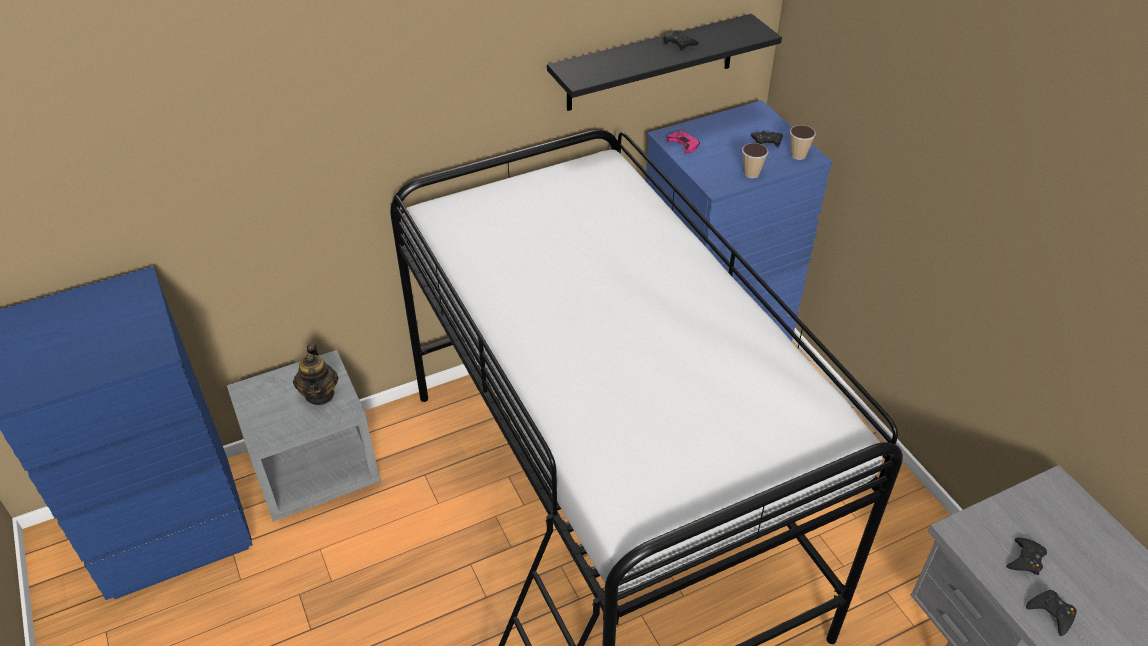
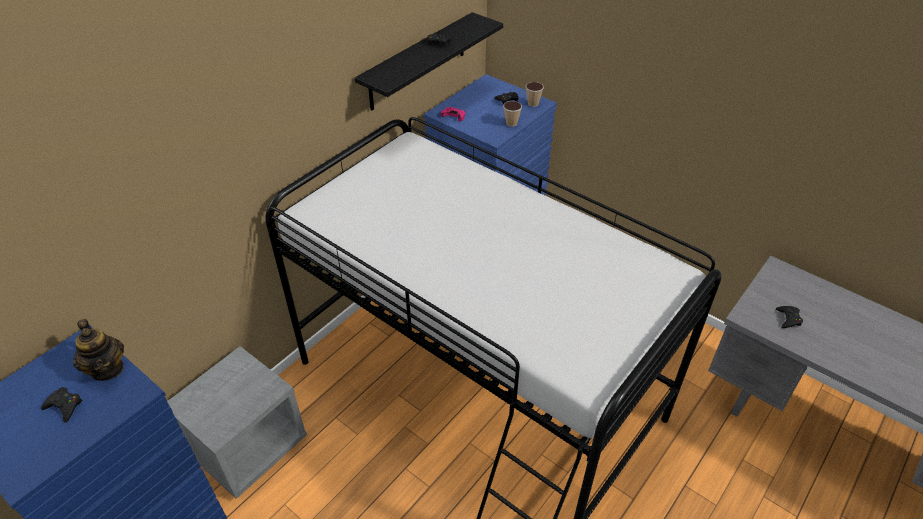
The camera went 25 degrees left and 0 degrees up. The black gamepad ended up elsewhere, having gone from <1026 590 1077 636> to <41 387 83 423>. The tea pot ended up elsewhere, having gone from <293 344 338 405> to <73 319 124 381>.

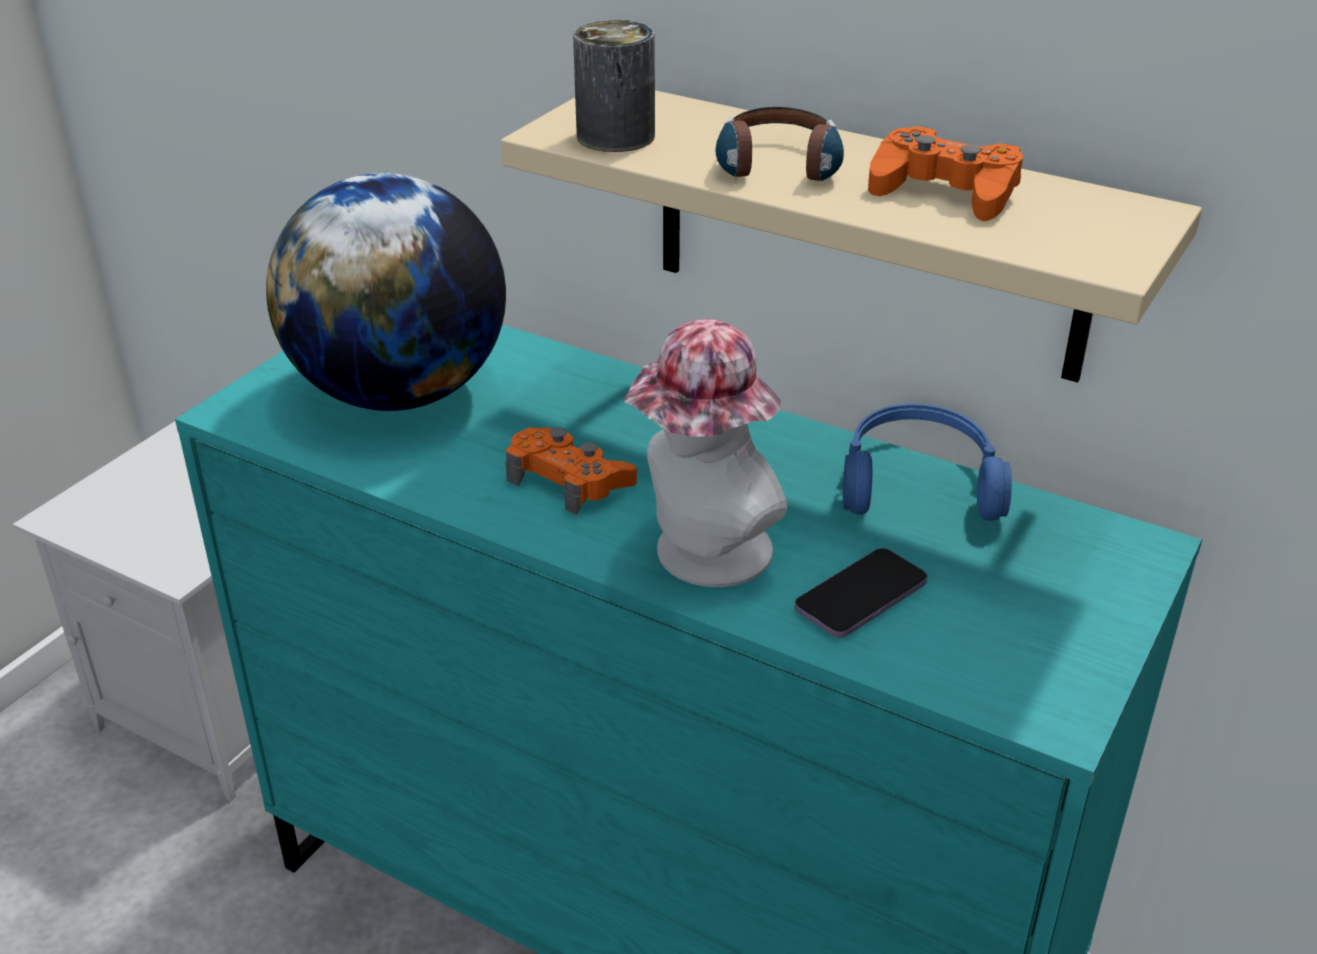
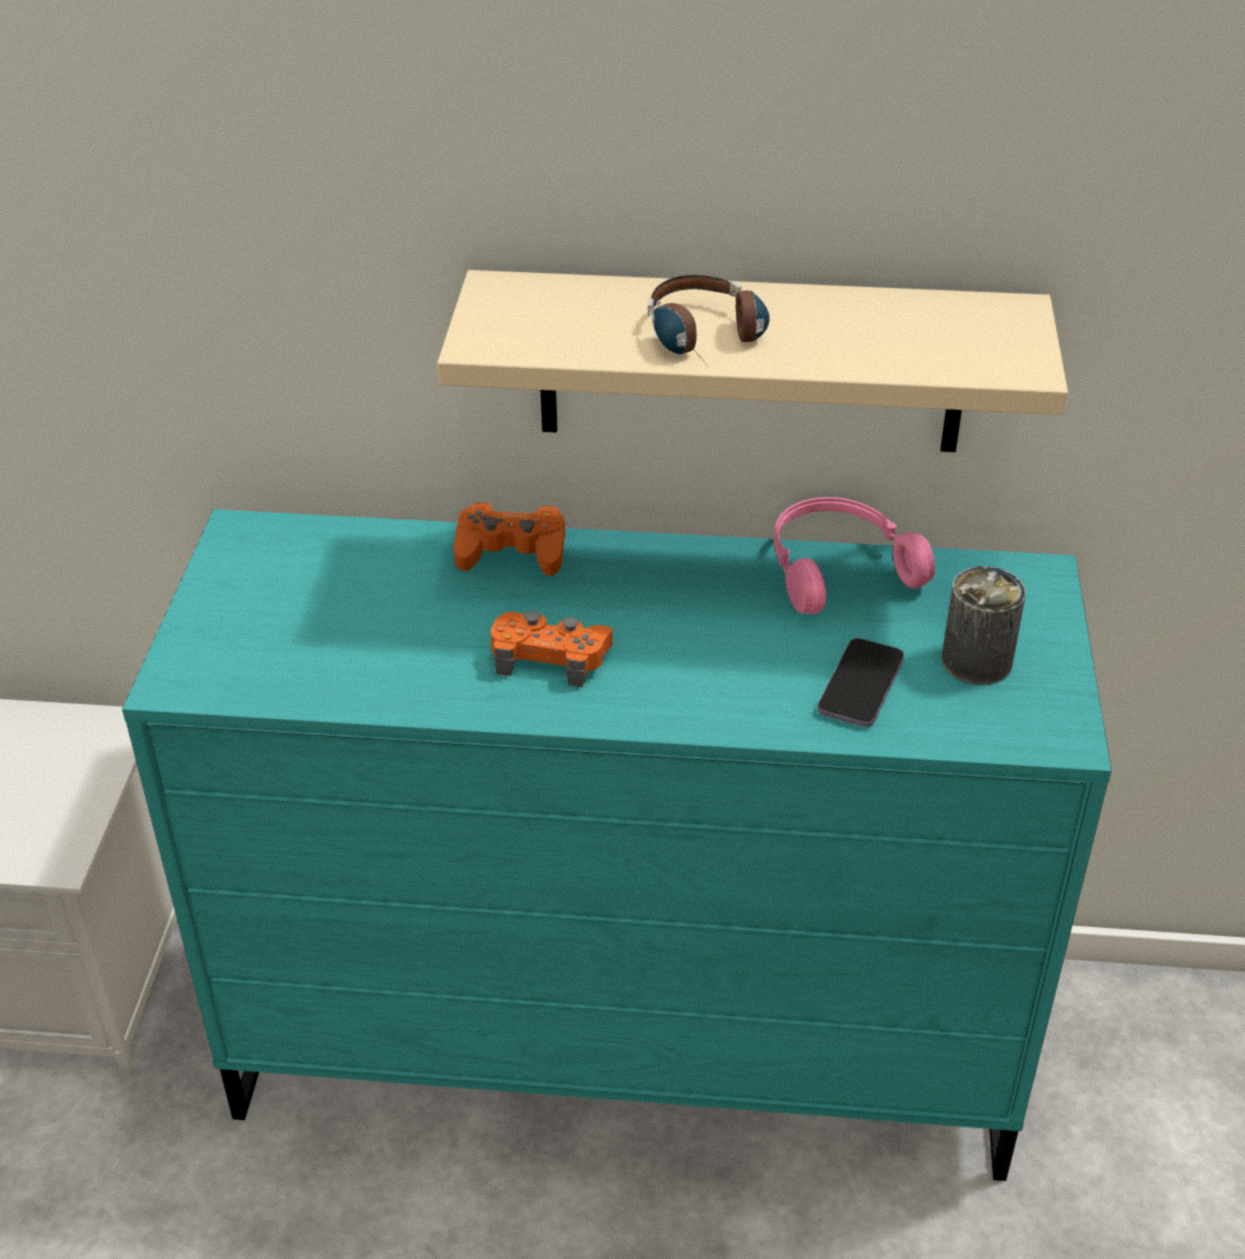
The camera went 25 degrees left and 5 degrees up. The orange-coloured gamepad ended up elsewhere, having gone from <868 126 1023 221> to <454 502 566 576>. What was the bluish pair of headphones at <843 404 1012 521> turned into the pink pair of headphones at <774 497 935 615>. The can ended up elsewhere, having gone from <573 20 655 152> to <941 566 1026 685>. The second view lost the globe at <266 173 506 411>. The second view lost the wearable hat at <624 319 788 587>.

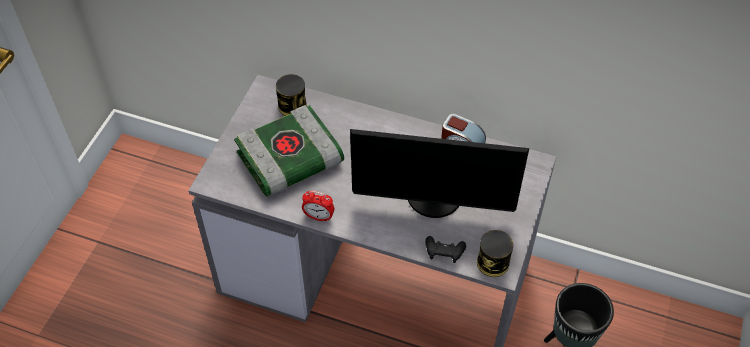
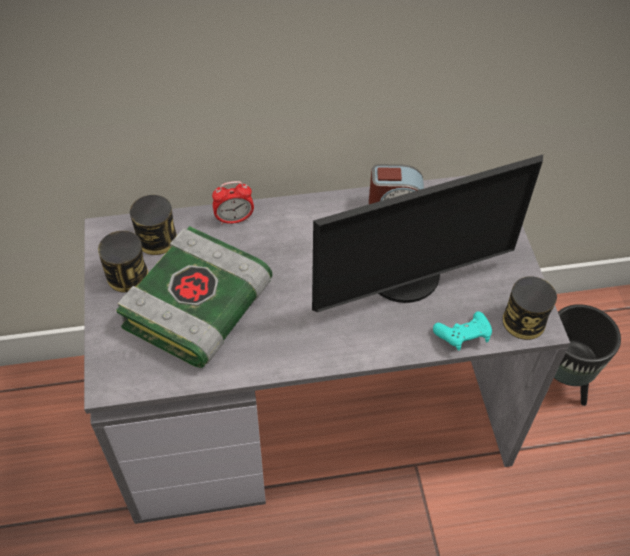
The camera went 30 degrees left and 0 degrees up. The second view gained the can at <98 231 149 292>. The table clock ended up elsewhere, having gone from <302 191 334 222> to <212 181 254 225>. What was the black gamepad at <425 236 466 263> turned into the blue-green gamepad at <433 311 492 351>.

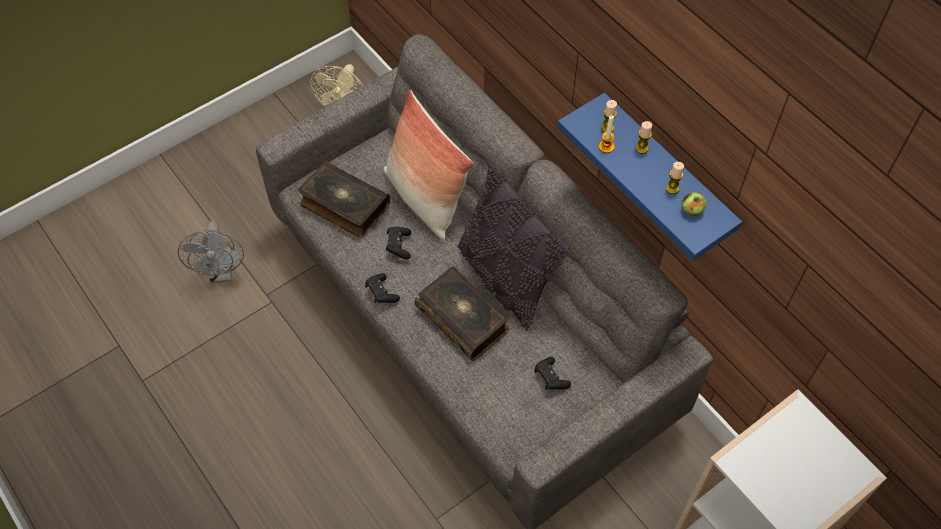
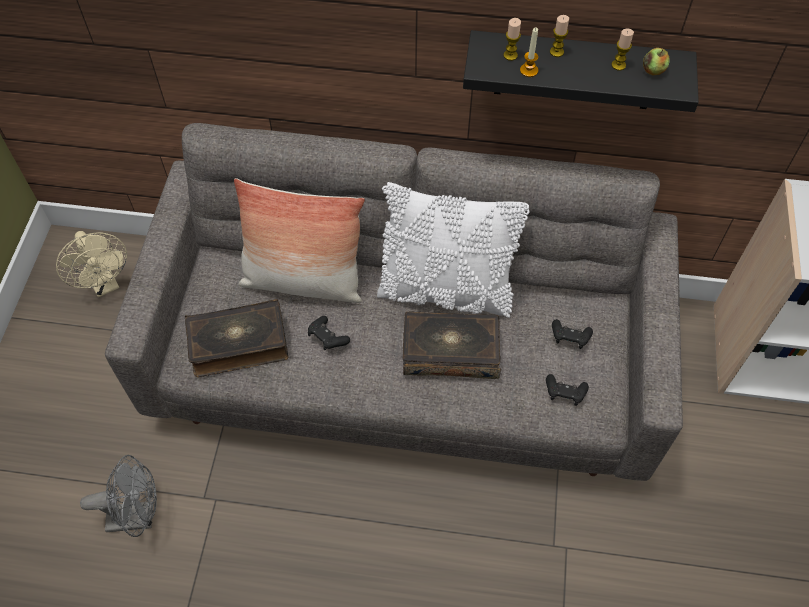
The camera went 45 degrees left and 0 degrees up. The gray cooling fan at <178 221 244 283> ended up facing another way, 45 degrees counterclockwise from before. What was the black throw pillow at <458 163 569 331> turned into the whitish throw pillow at <377 182 530 318>. What was the bluish wall shelf at <557 93 742 261> turned into the black wall shelf at <463 30 699 112>. The black gamepad ended up elsewhere, having gone from <365 273 400 303> to <546 374 589 406>.

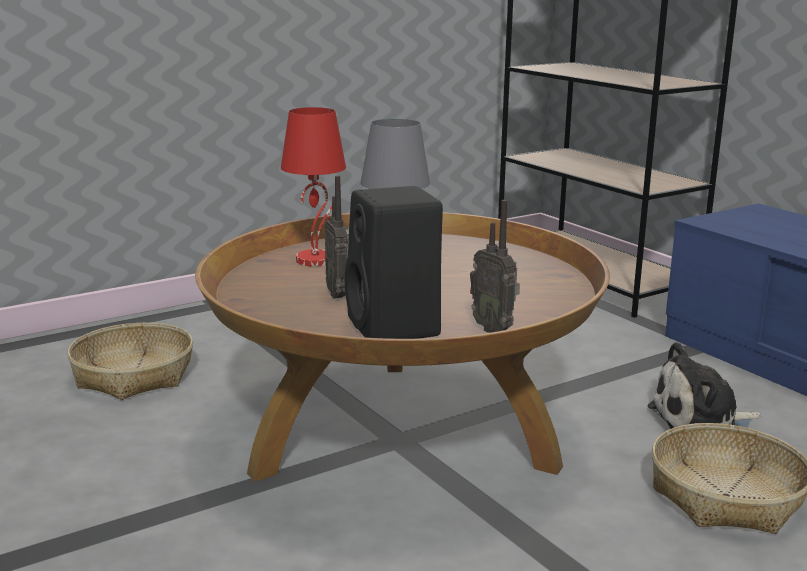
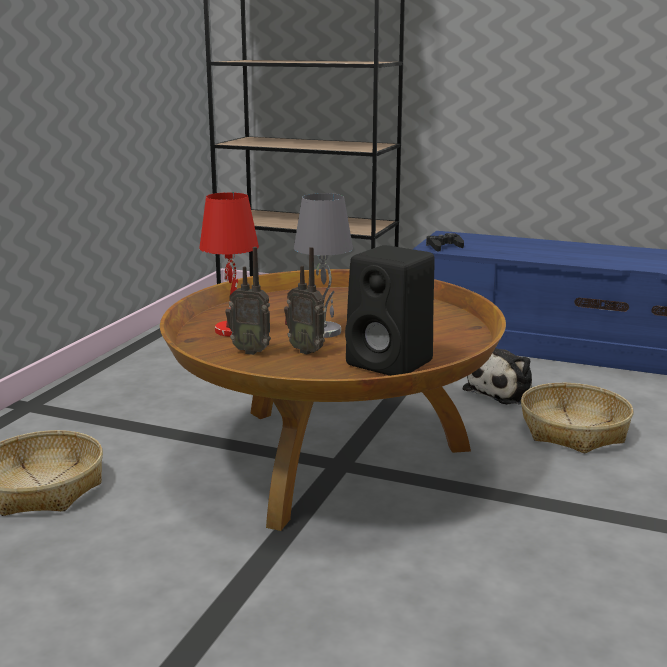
The camera went 35 degrees left and 0 degrees up. The radio receiver ended up elsewhere, having gone from <470 200 520 333> to <225 247 271 355>. The second view gained the black gamepad at <426 233 464 252>.

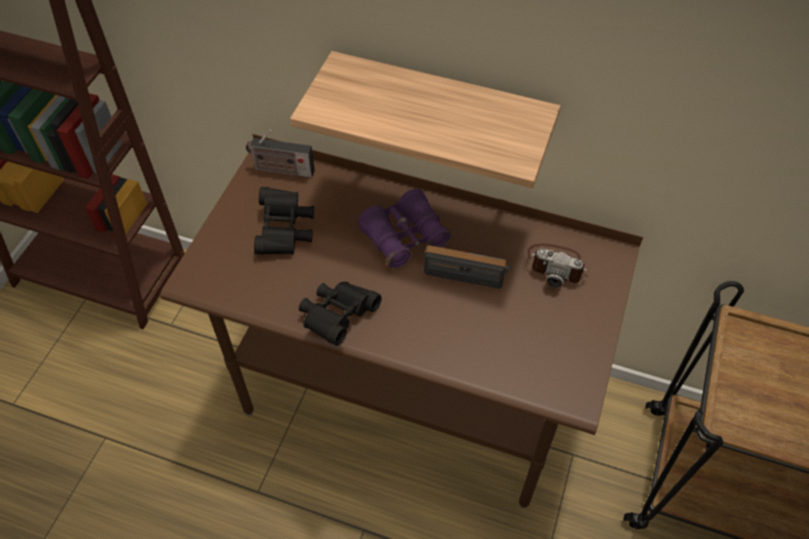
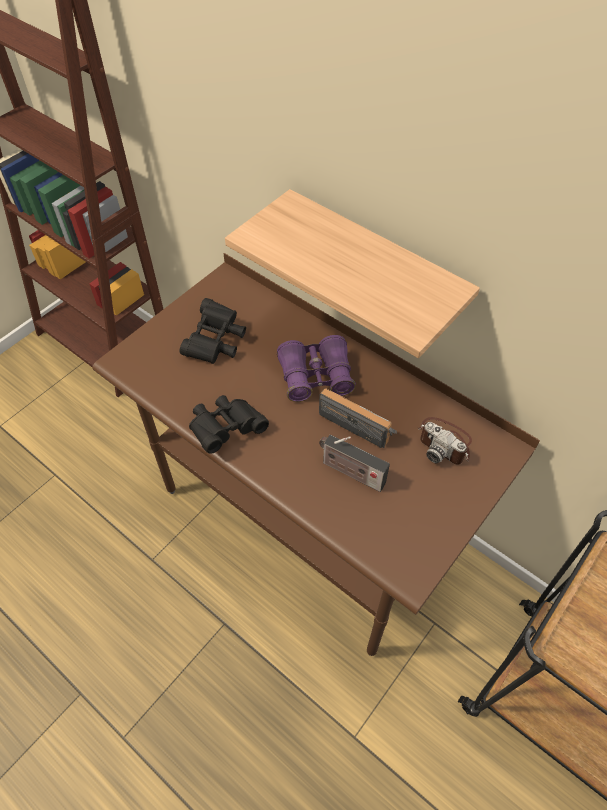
The camera went 20 degrees right and 0 degrees up. The radio receiver ended up elsewhere, having gone from <246 130 315 178> to <319 435 390 492>.

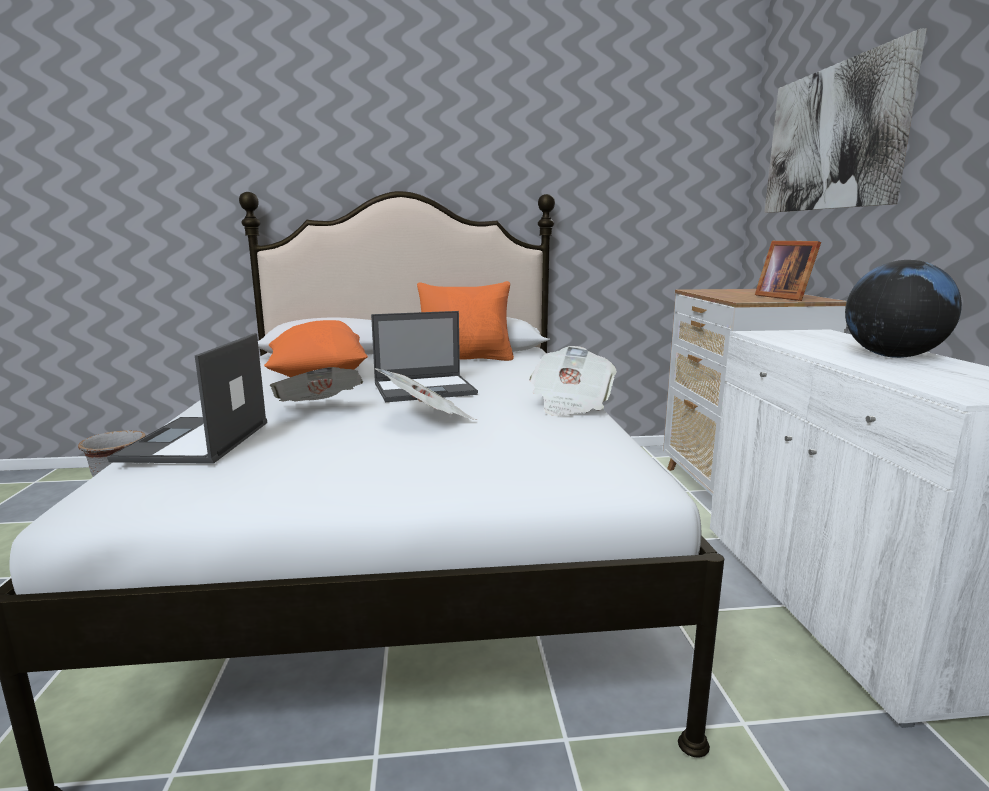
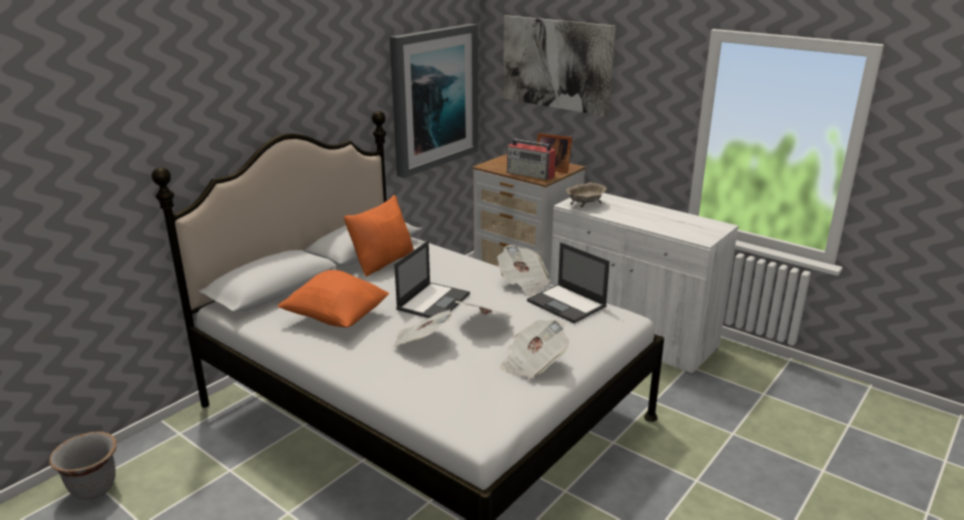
The camera went 45 degrees left and 10 degrees up. The second view gained the wall picture at <390 24 478 178>. The second view gained the newspaper at <500 320 569 379>. The second view gained the radio receiver at <507 139 556 180>. The portable computer ended up elsewhere, having gone from <107 333 267 464> to <527 242 610 323>. The second view gained the sand-coloured deep dish at <566 182 607 208>. The second view lost the globe at <845 260 962 358>.

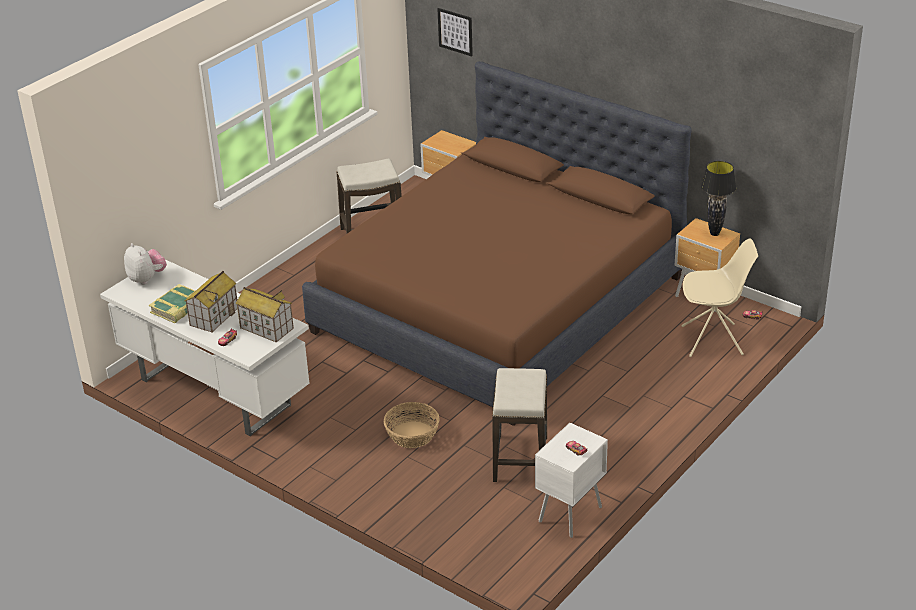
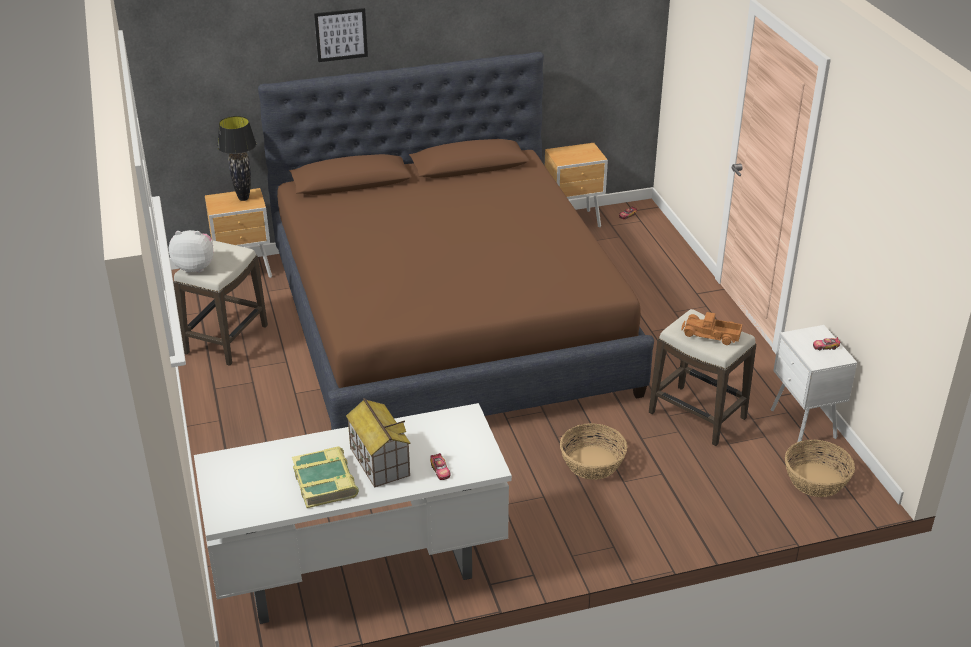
The camera went 55 degrees left and 0 degrees up. The plush toy ended up elsewhere, having gone from <124 243 167 285> to <169 230 213 273>. The black tabletop lamp ended up elsewhere, having gone from <701 161 736 236> to <217 116 256 201>. The wall picture ended up elsewhere, having gone from <437 8 473 56> to <314 8 368 62>. The second view gained the model truck at <681 312 742 345>. The second view gained the basket at <785 440 855 497>. The second view lost the model house at <235 287 294 343>. The second view lost the sand-coloured chair at <682 239 758 357>.

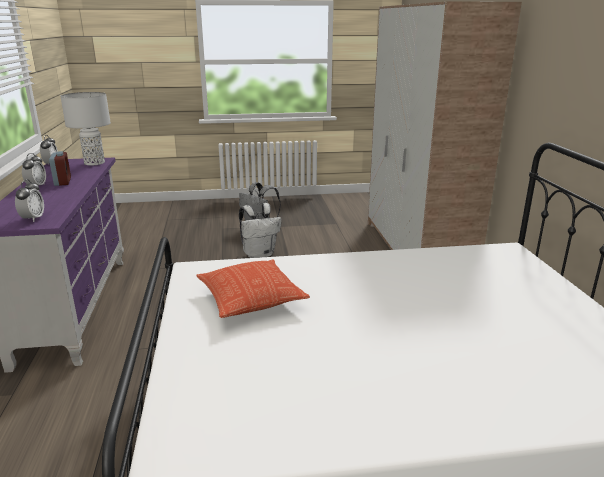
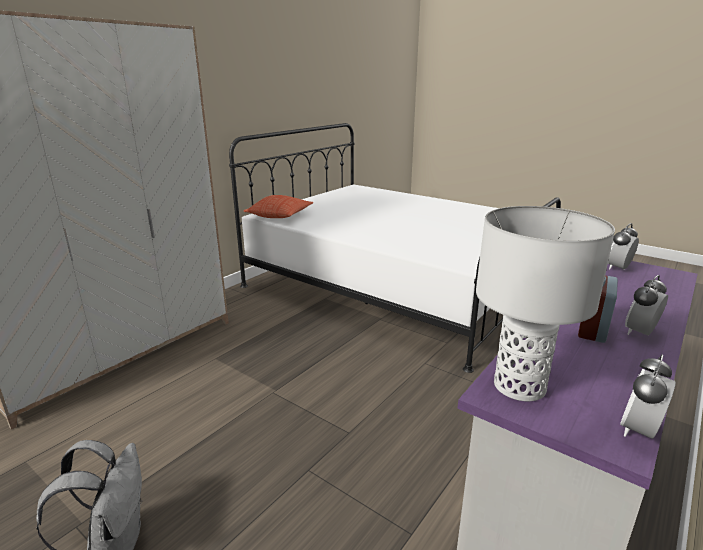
The camera went 135 degrees left and 0 degrees up. The orange-coloured throw pillow ended up elsewhere, having gone from <196 259 310 318> to <244 195 313 218>. The second view lost the whitish knapsack at <239 203 281 258>.

